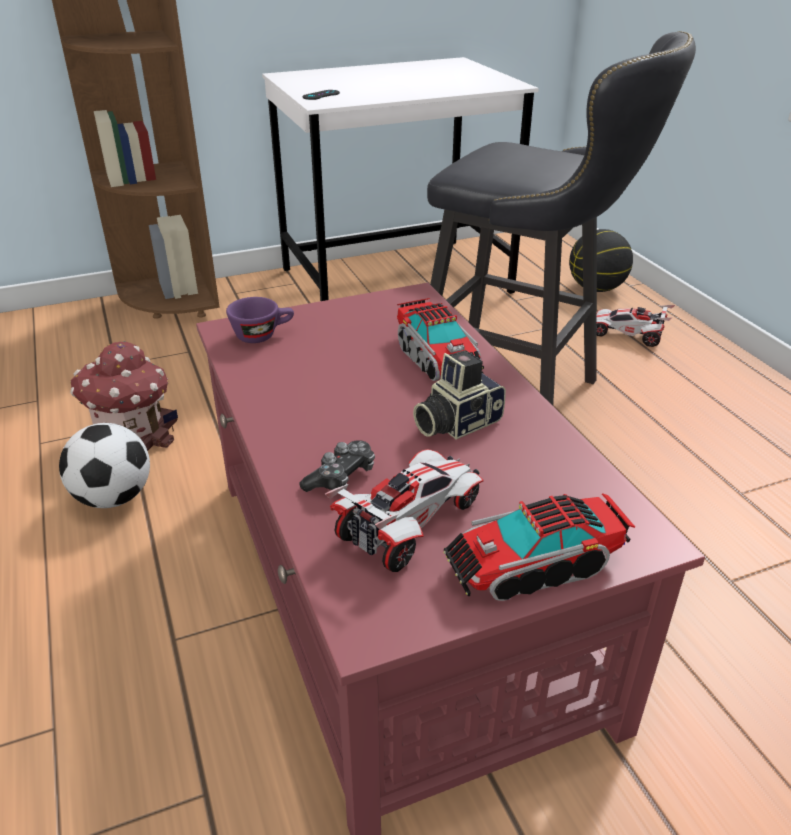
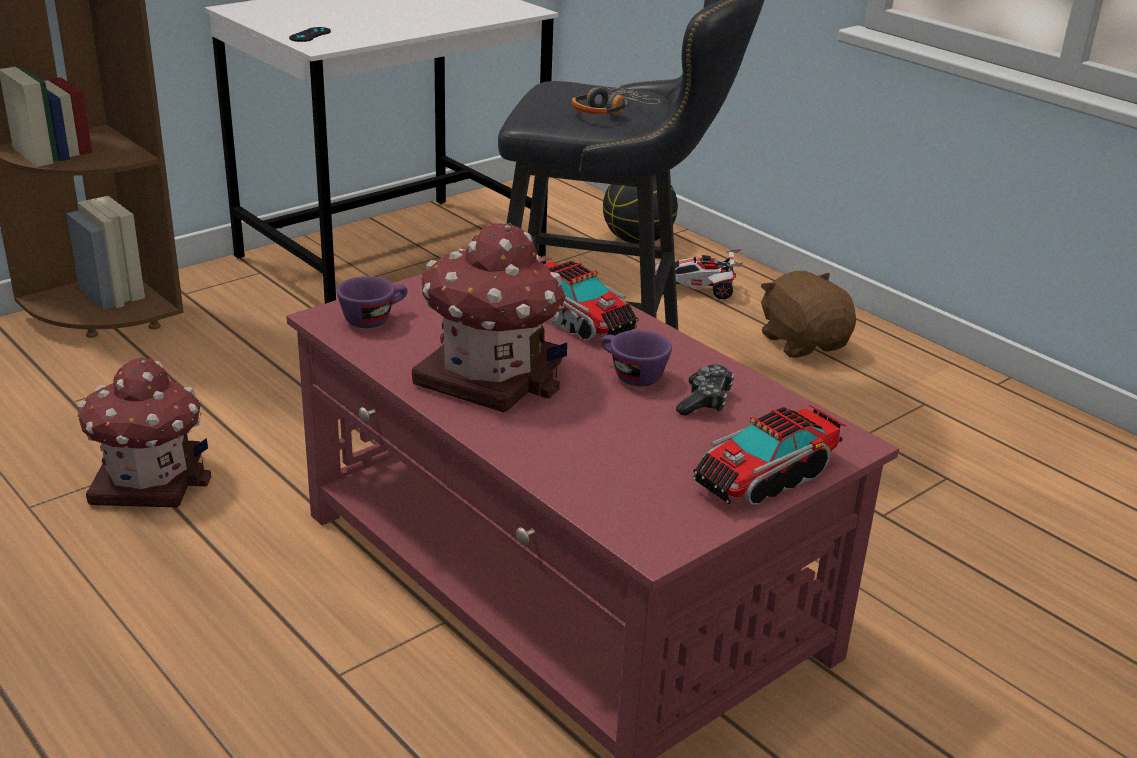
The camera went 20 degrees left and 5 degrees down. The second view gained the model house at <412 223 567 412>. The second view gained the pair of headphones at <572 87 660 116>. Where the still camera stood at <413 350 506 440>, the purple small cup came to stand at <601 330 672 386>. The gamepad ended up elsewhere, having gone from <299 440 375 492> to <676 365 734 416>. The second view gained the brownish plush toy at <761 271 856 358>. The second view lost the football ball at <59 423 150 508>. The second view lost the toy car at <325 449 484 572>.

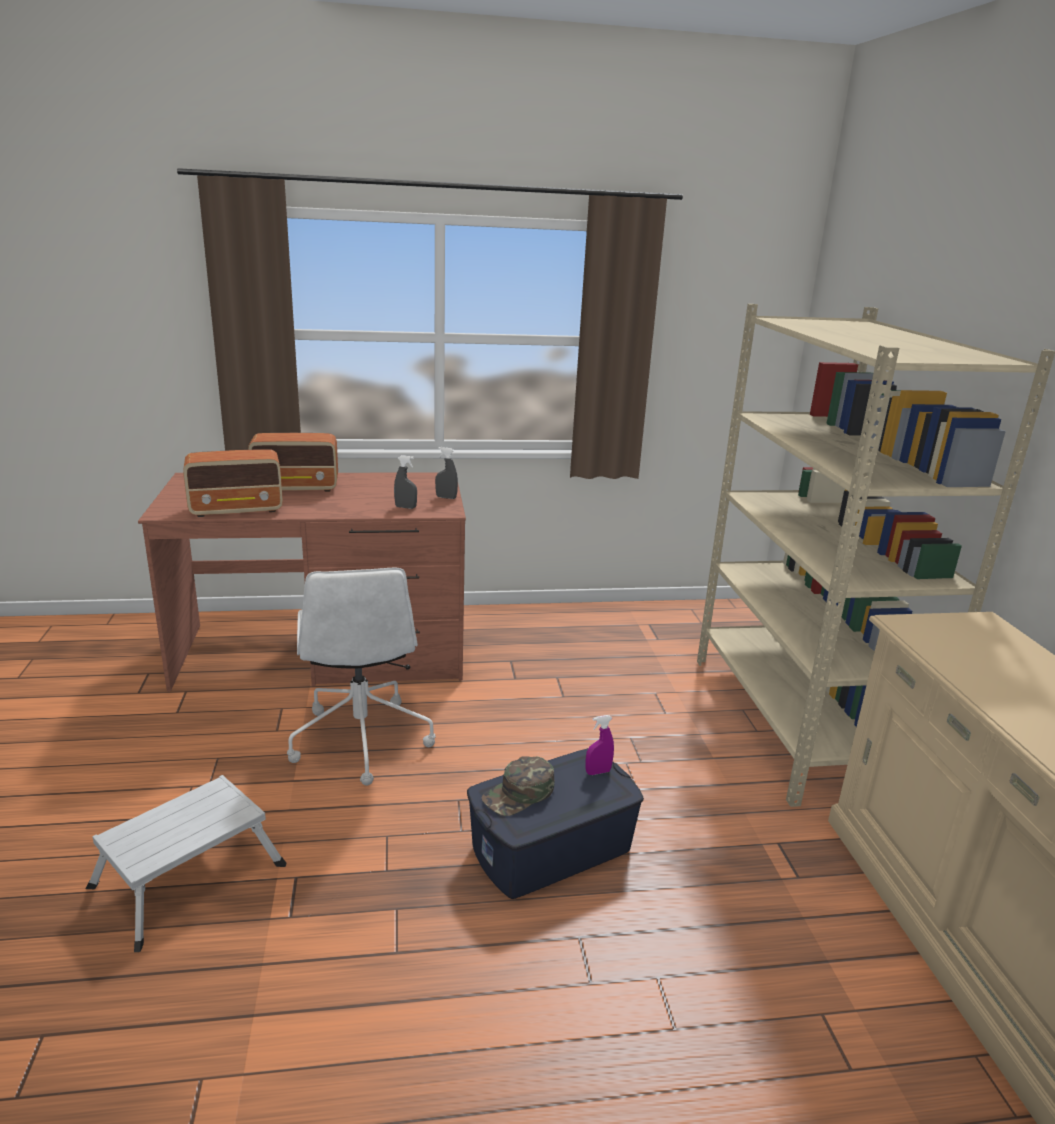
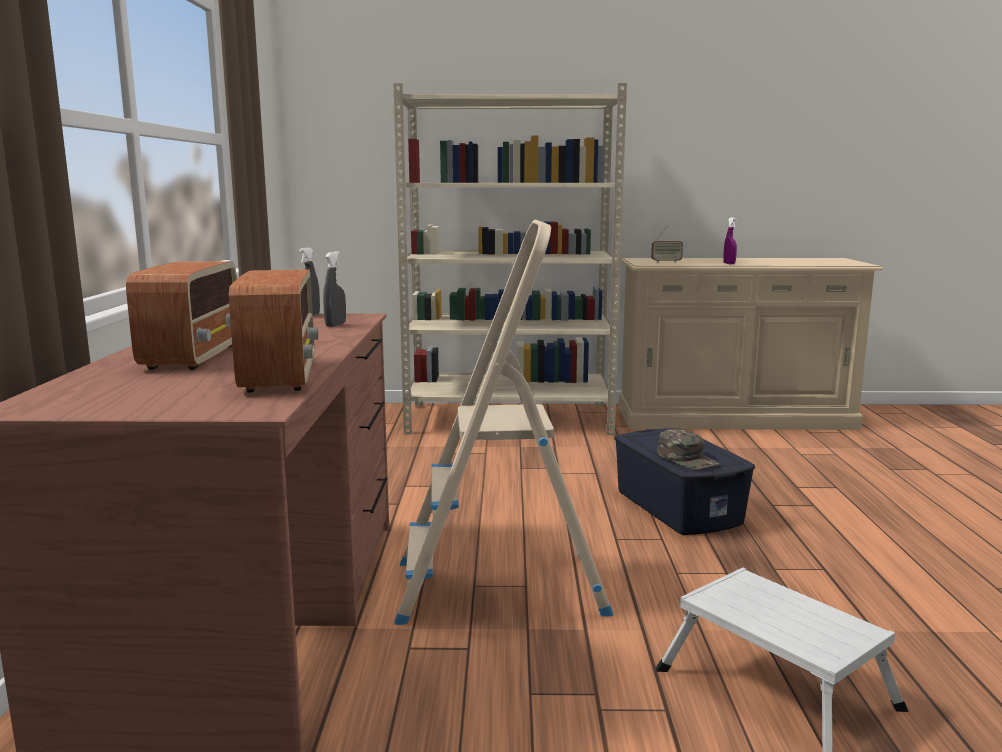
The camera went 80 degrees left and 10 degrees down. Where the whitish computer chair stood at <287 568 436 786>, the sand-coloured step ladder came to stand at <394 220 614 625>. The second view gained the radio receiver at <651 225 683 263>. The purple hand sprayer ended up elsewhere, having gone from <586 715 614 775> to <723 217 737 264>.

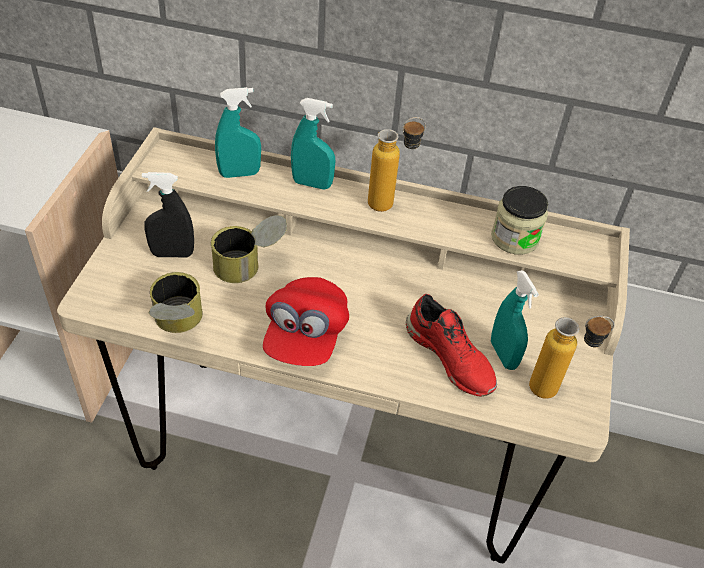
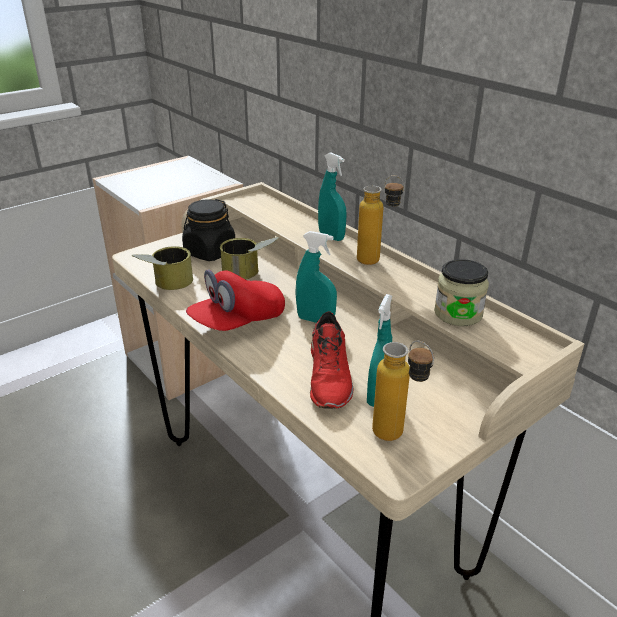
The camera went 40 degrees right and 15 degrees down. Where the black hand sprayer stood at <142 172 194 257>, the black jar came to stand at <182 199 235 261>. The blue-green hand sprayer ended up elsewhere, having gone from <215 87 261 178> to <296 231 337 323>.

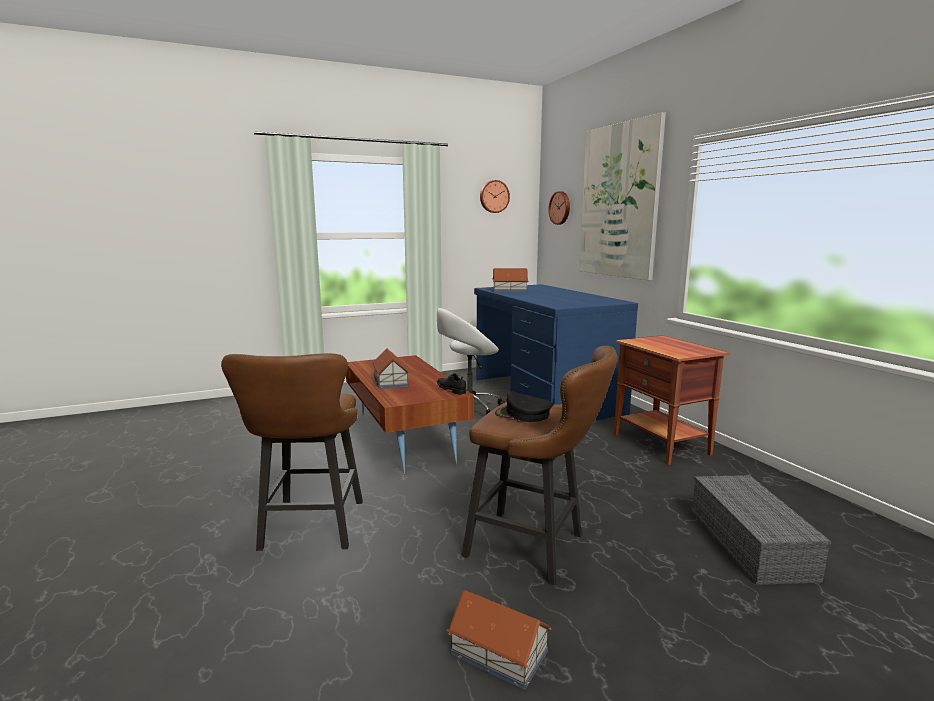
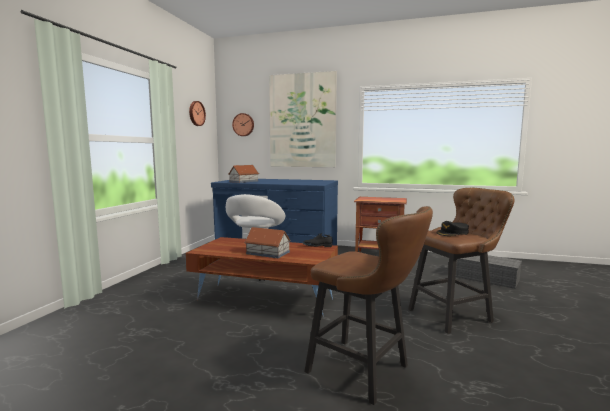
The camera went 50 degrees left and 5 degrees down. The second view lost the model house at <447 590 551 690>.

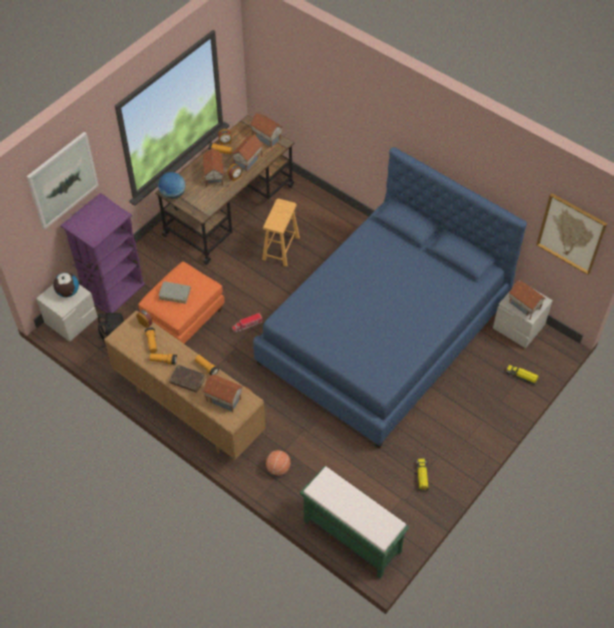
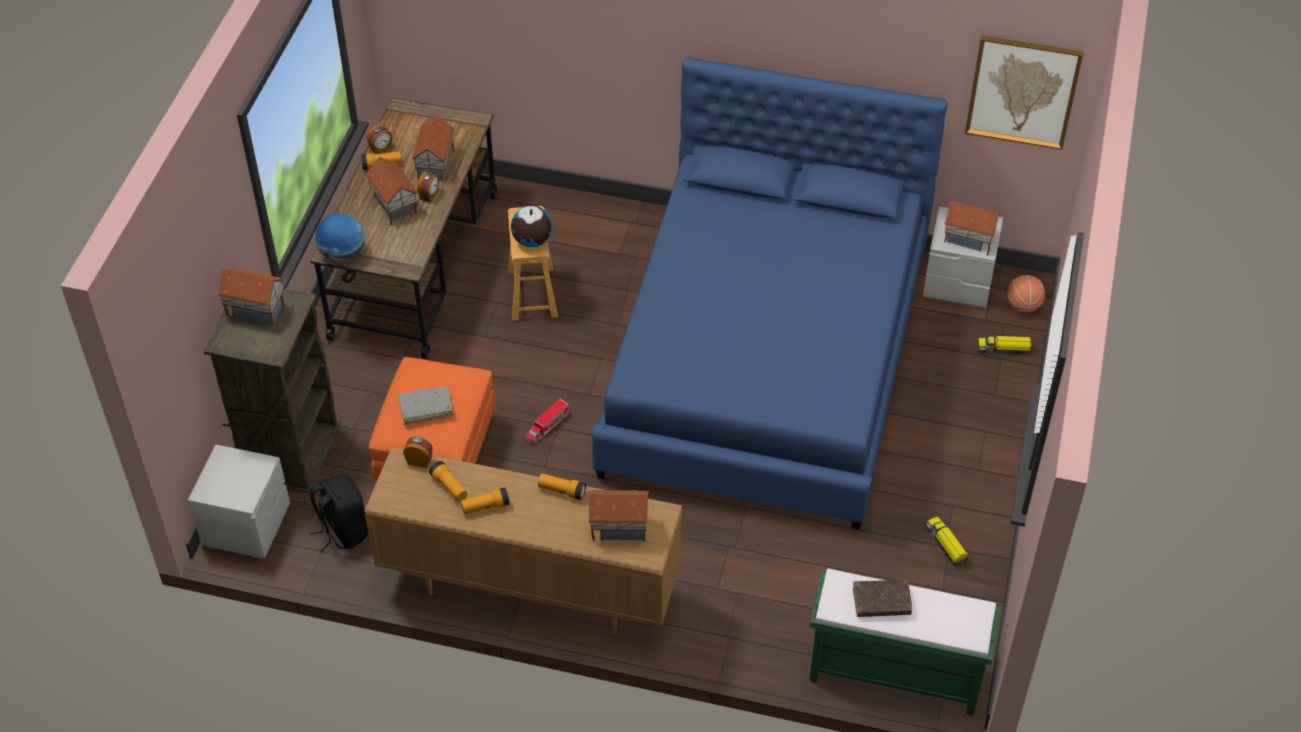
The camera went 25 degrees left and 5 degrees down. What was the purple shelving unit at <61 193 146 313> turned into the brownish shelving unit at <203 289 341 493>. The model house ended up elsewhere, having gone from <250 113 283 148> to <217 268 285 326>. The globe ended up elsewhere, having gone from <53 272 79 297> to <511 206 553 247>. The brownish volume ended up elsewhere, having gone from <169 365 206 393> to <853 580 912 617>. The basketball ball ended up elsewhere, having gone from <266 450 290 475> to <1007 275 1045 313>. The second view lost the wall picture at <27 132 99 229>.

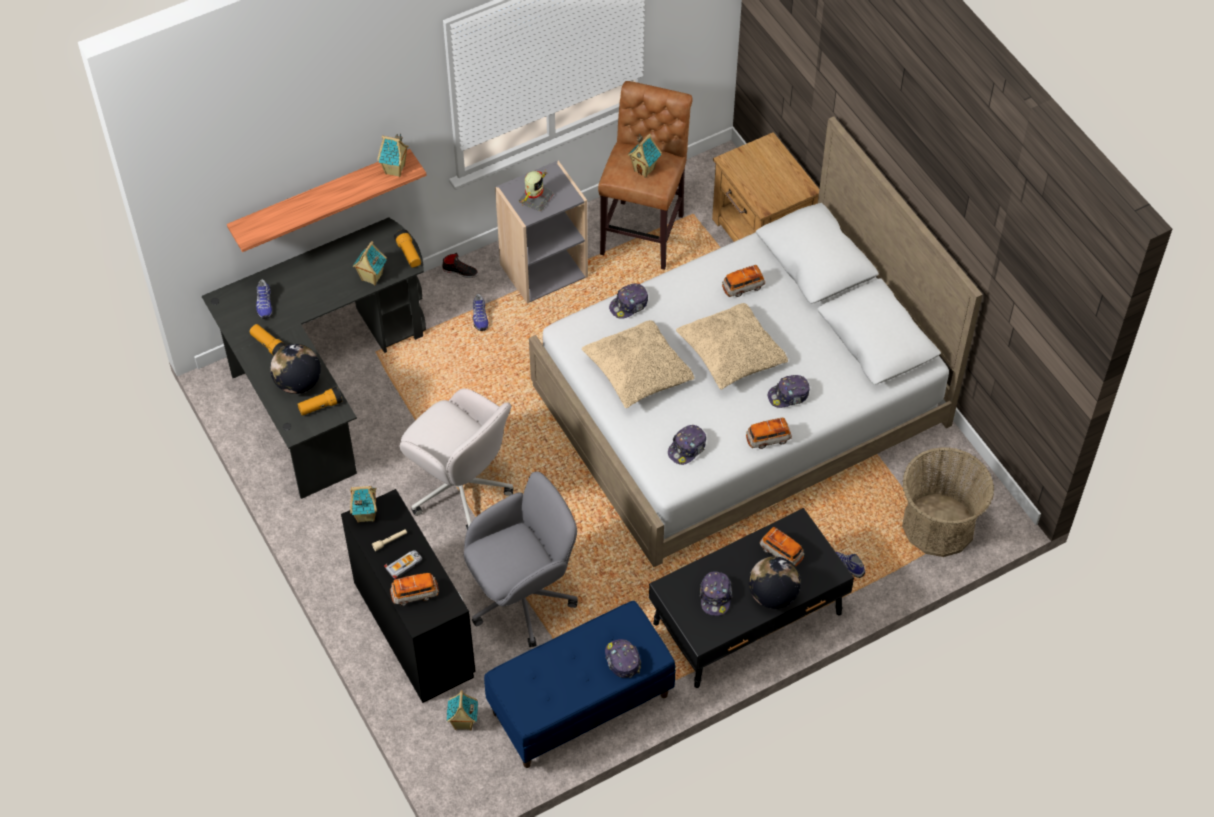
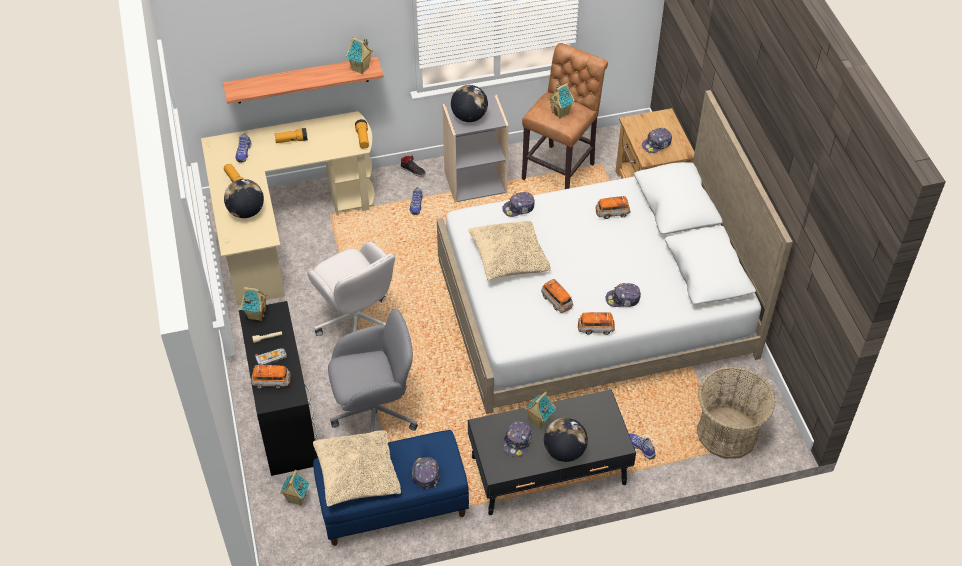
The camera went 15 degrees right and 5 degrees down. What was the black desk unit at <202 217 426 499> turned into the sand-coloured desk unit at <201 111 375 305>. The flashlight ended up elsewhere, having gone from <297 387 342 416> to <275 128 308 143>. The sand-coloured throw pillow ended up elsewhere, having gone from <676 303 788 390> to <313 430 401 506>. Where the model robot stood at <519 171 554 211>, the globe came to stand at <451 85 488 122>. The model house ended up elsewhere, having gone from <353 241 387 286> to <525 392 556 429>. The toy car ended up elsewhere, having gone from <759 527 805 567> to <541 279 573 313>. The peaked cap ended up elsewhere, having gone from <668 425 706 465> to <642 128 672 153>.

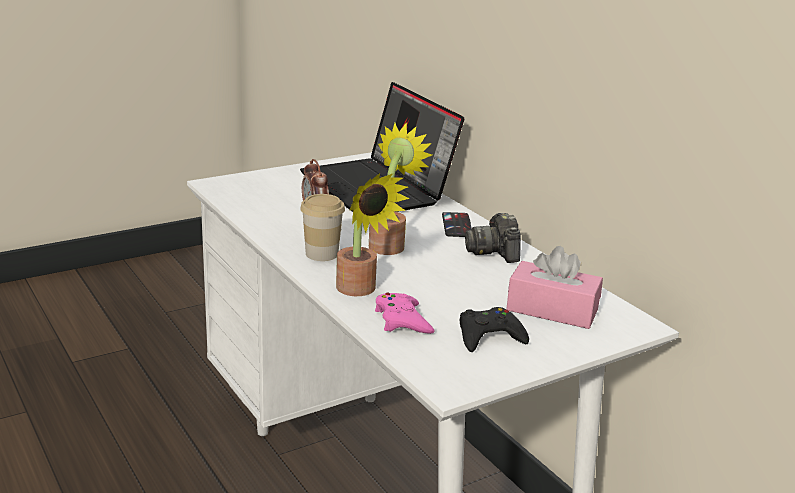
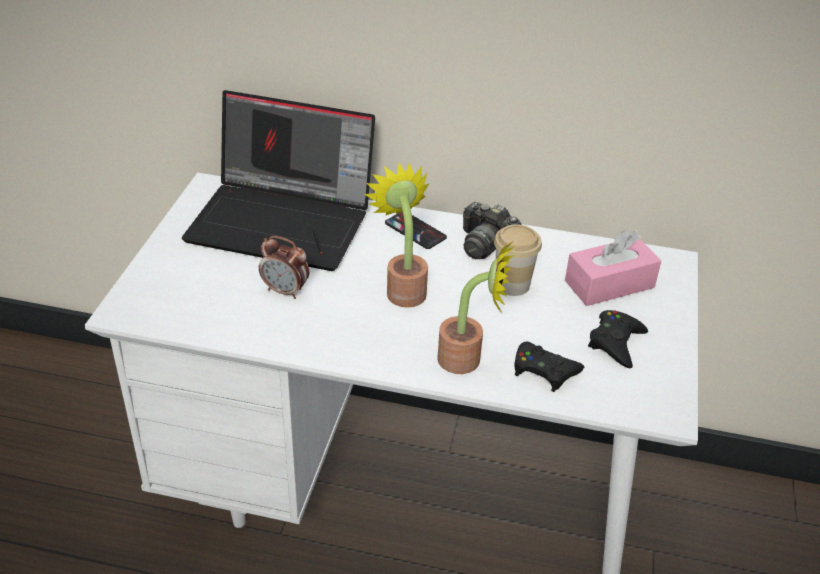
The camera went 45 degrees left and 15 degrees up. The small cup ended up elsewhere, having gone from <300 194 345 261> to <494 224 542 296>. What was the pink gamepad at <375 293 434 334> turned into the black gamepad at <514 342 584 392>.

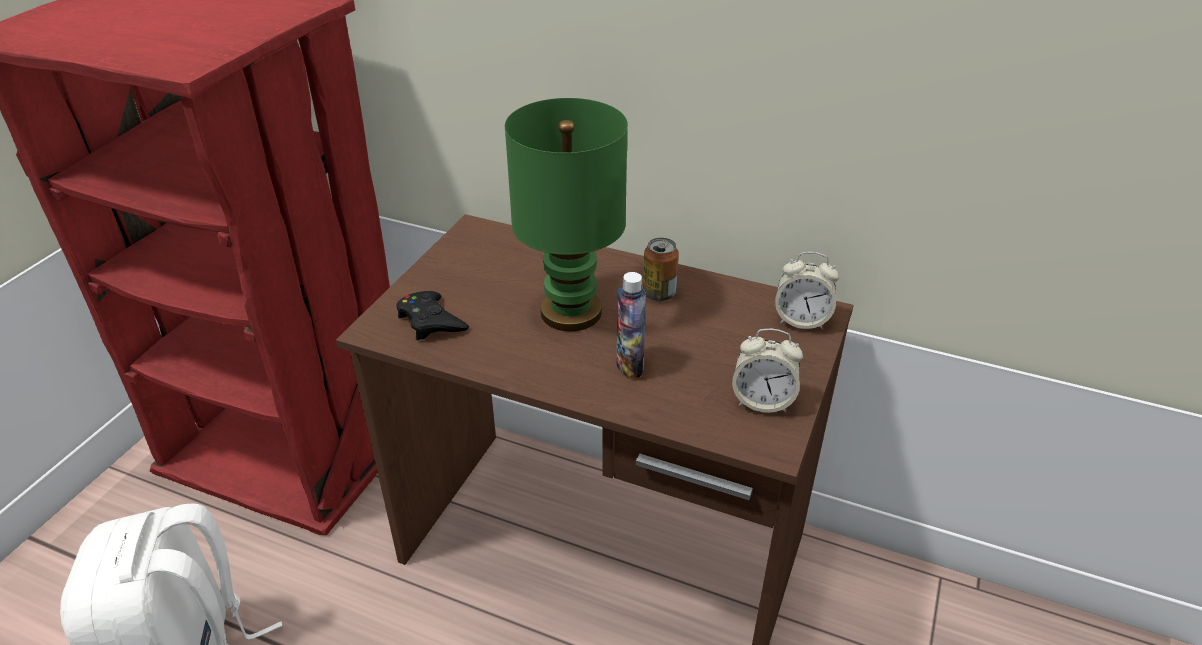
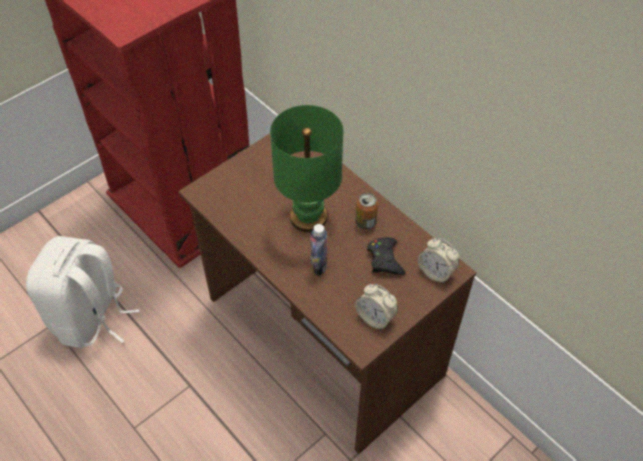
The camera went 25 degrees right and 15 degrees up. The black gamepad ended up elsewhere, having gone from <396 291 469 340> to <367 237 406 275>.

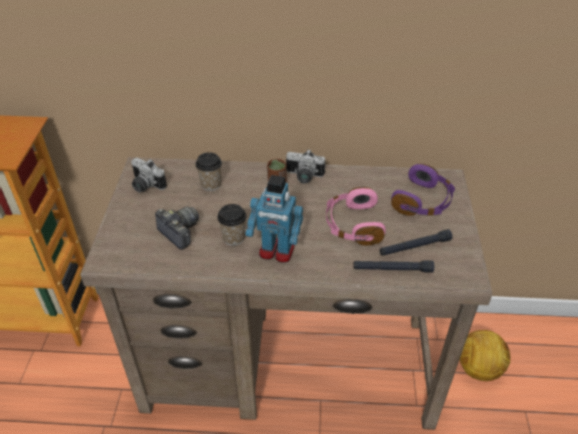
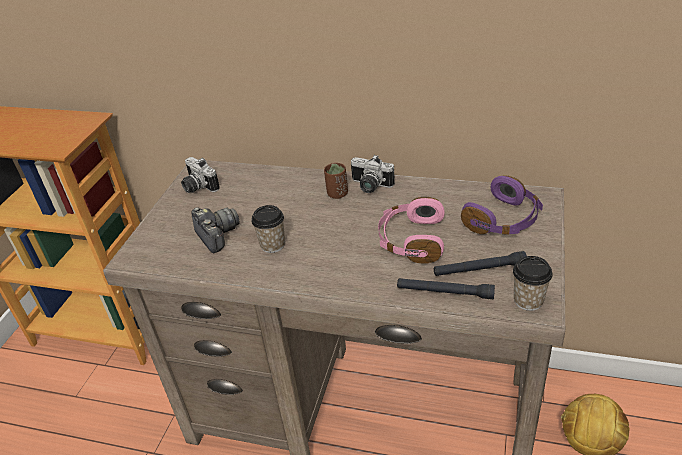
The camera went 15 degrees right and 5 degrees down. The small cup ended up elsewhere, having gone from <195 152 222 191> to <513 256 553 311>. The second view lost the model robot at <245 175 303 263>.

